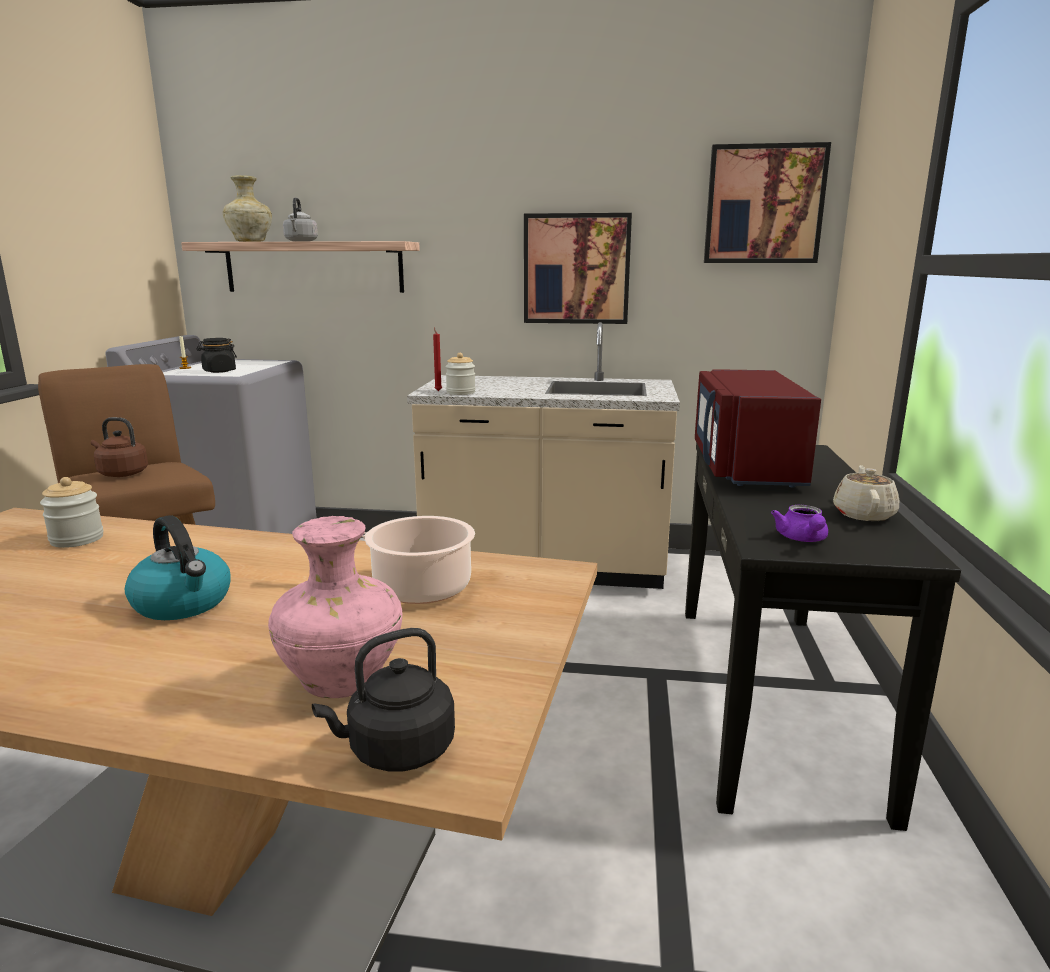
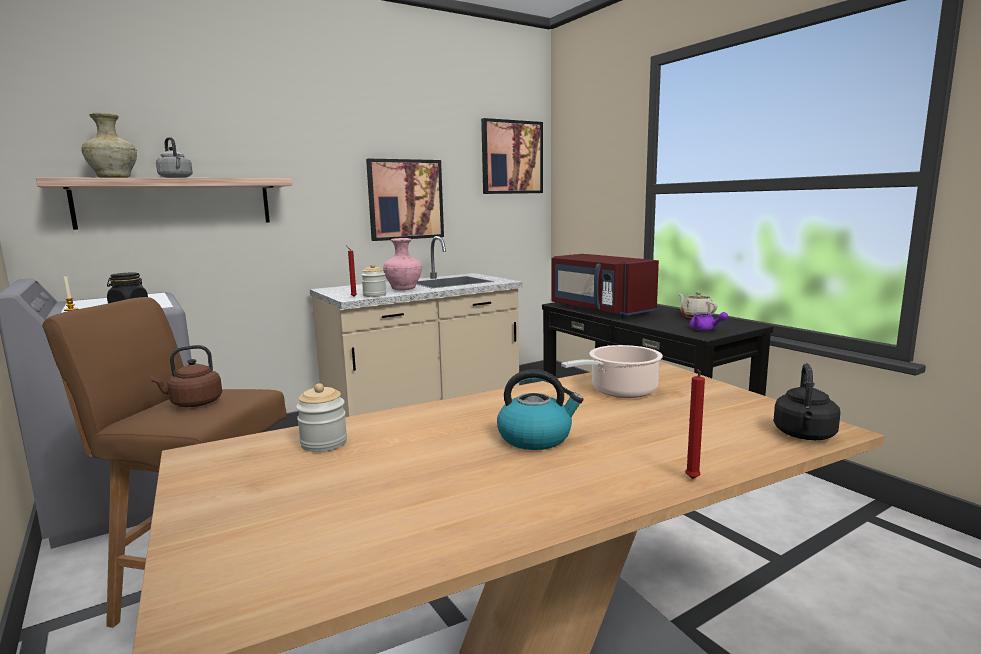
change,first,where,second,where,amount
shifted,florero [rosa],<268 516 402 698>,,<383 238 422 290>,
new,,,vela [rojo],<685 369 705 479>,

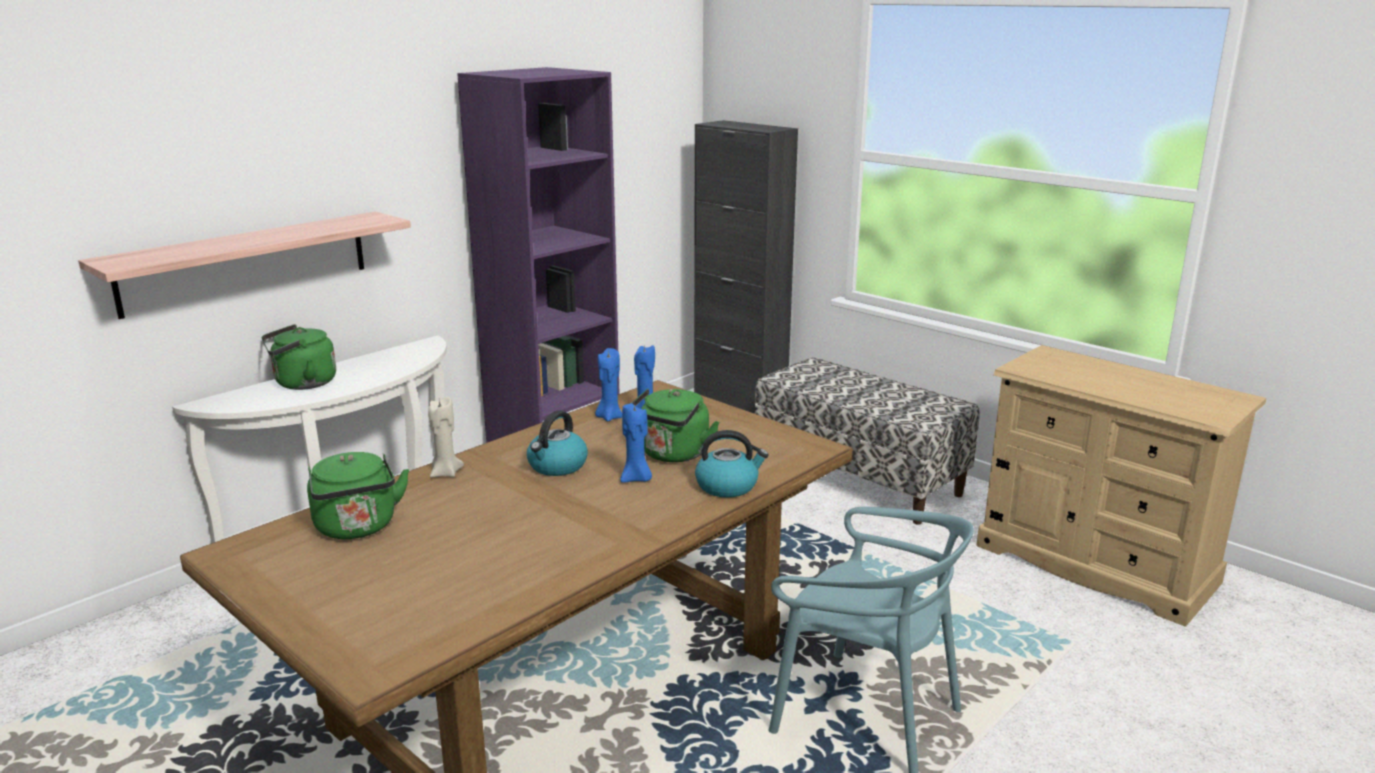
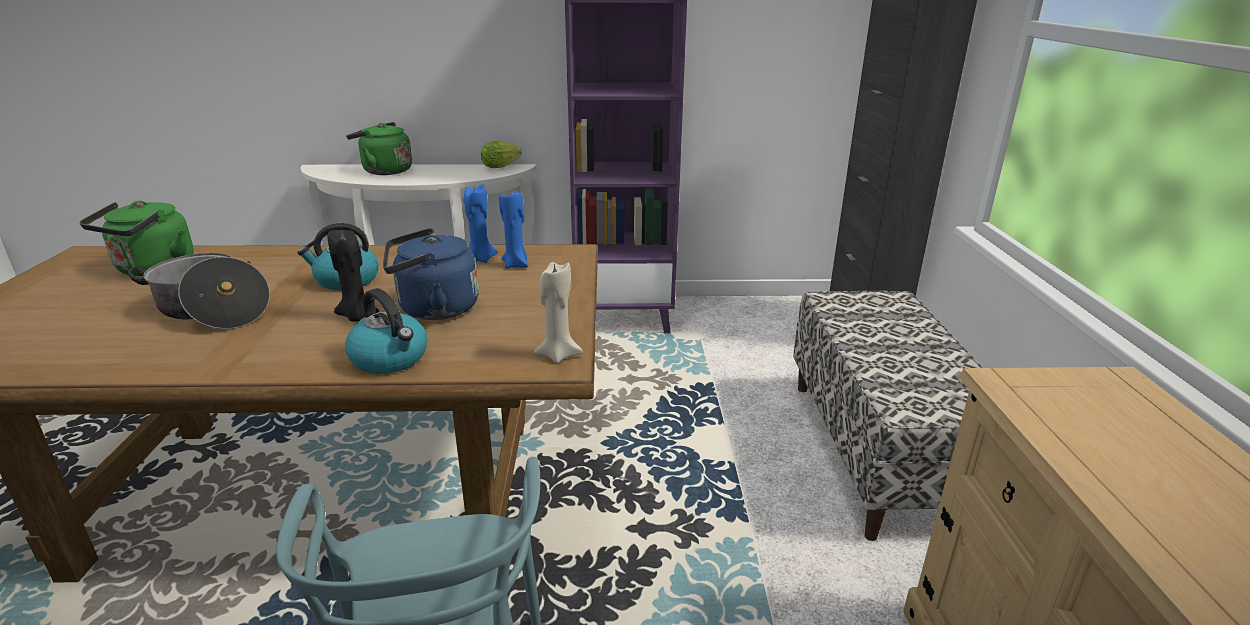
change,first,where,second,where,amount
gone,estante,<78 212 411 319>,,,
shifted,vela [beis],<428 397 464 478>,,<534 262 583 363>,
repainted,vela [azul],<620 403 652 483>,vela [negro],<327 229 379 322>,
repainted,hervidor [verde],<632 388 719 462>,hervidor [azul],<383 228 479 320>,
new,,,olla,<128 253 270 329>,
new,,,lechuga,<481 141 522 168>,

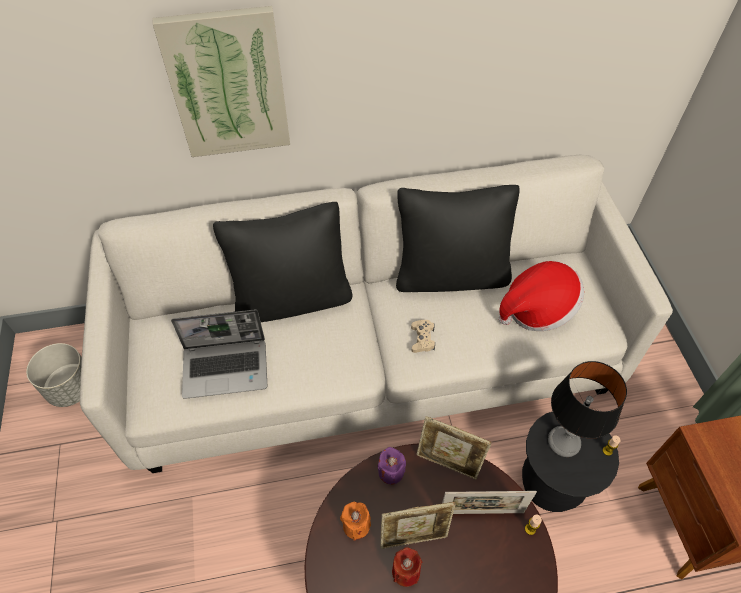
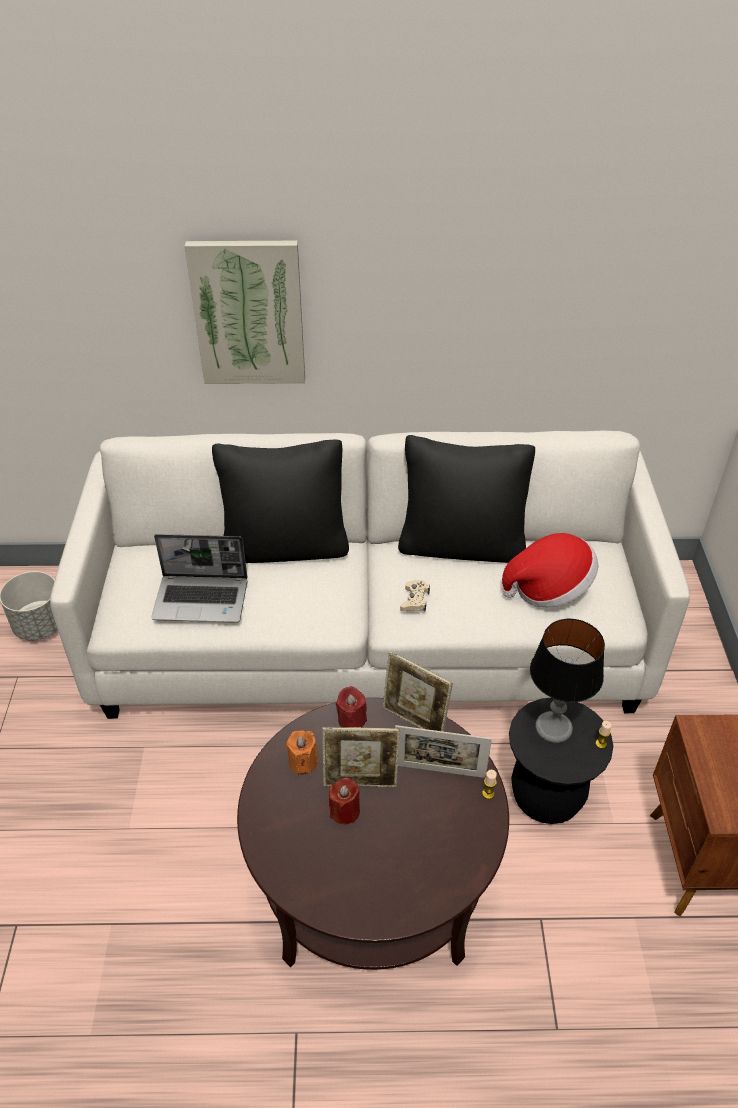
change,first,where,second,where,amount
repainted,vela [morado],<377 447 406 484>,vela [rojo],<336 686 367 728>,

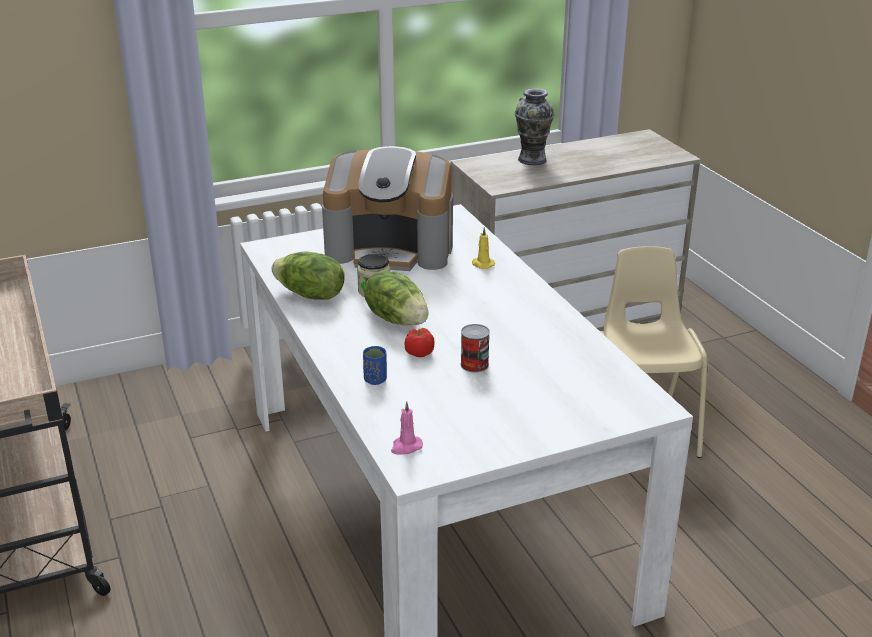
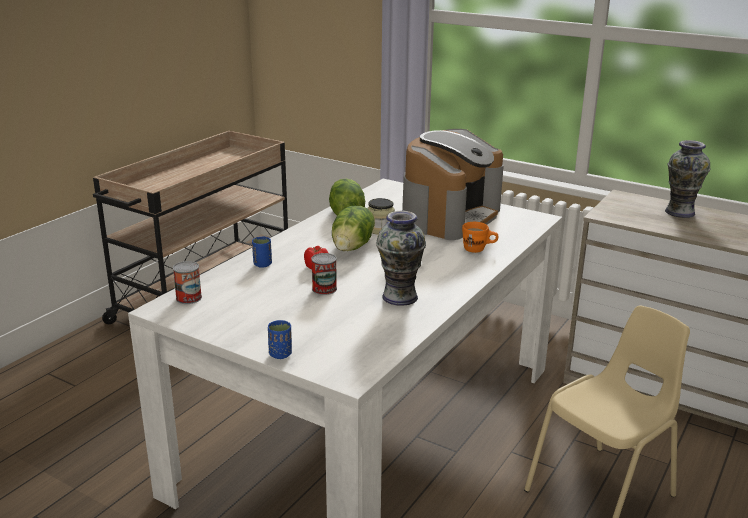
change,first,where,second,where,amount
rotated,cafetera,<322 146 453 271>,,<402 129 504 240>,120 degrees counterclockwise
swapped,vela [rosa],<391 401 423 455>,lata,<173 261 202 304>,
swapped,vela [amarillo],<472 227 495 269>,taza grande [naranja],<462 222 499 253>,
new,,,taza [azul],<268 320 292 359>,
new,,,florero,<376 211 426 306>,

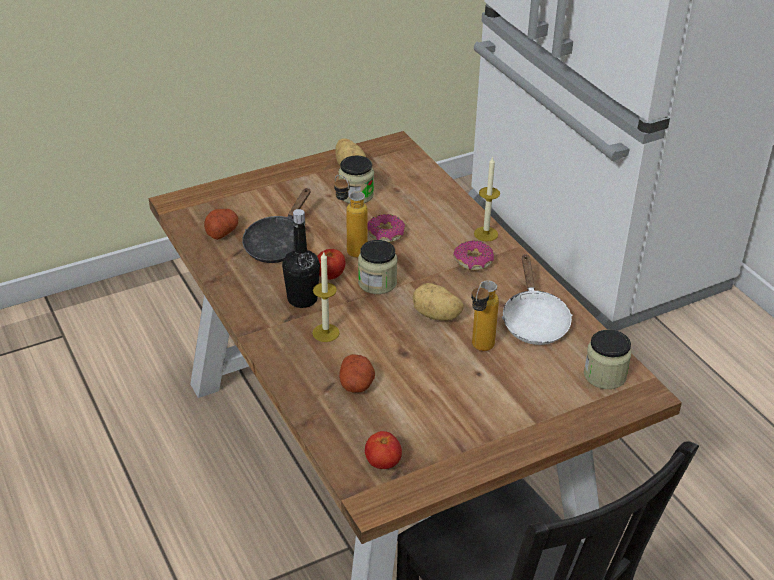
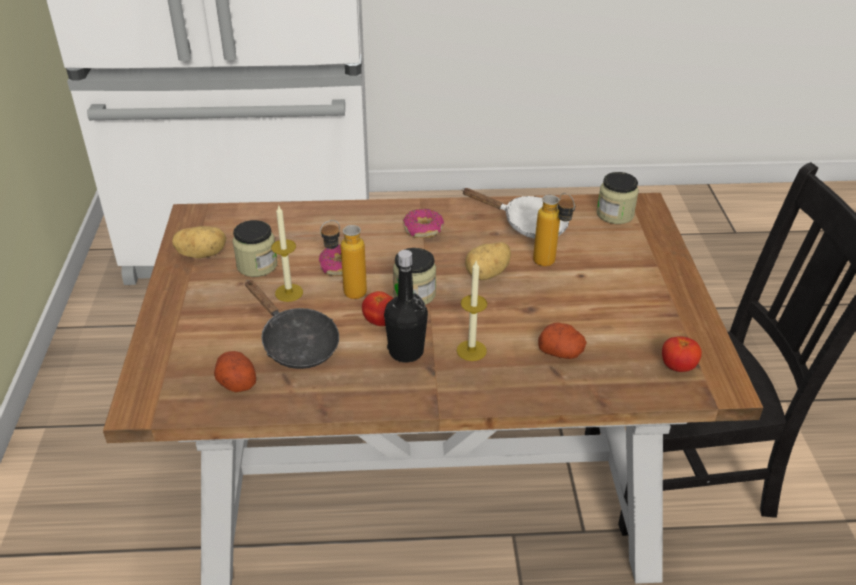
change,first,where,second,where,amount
shifted,vela,<474 156 500 241>,,<271 204 303 302>,

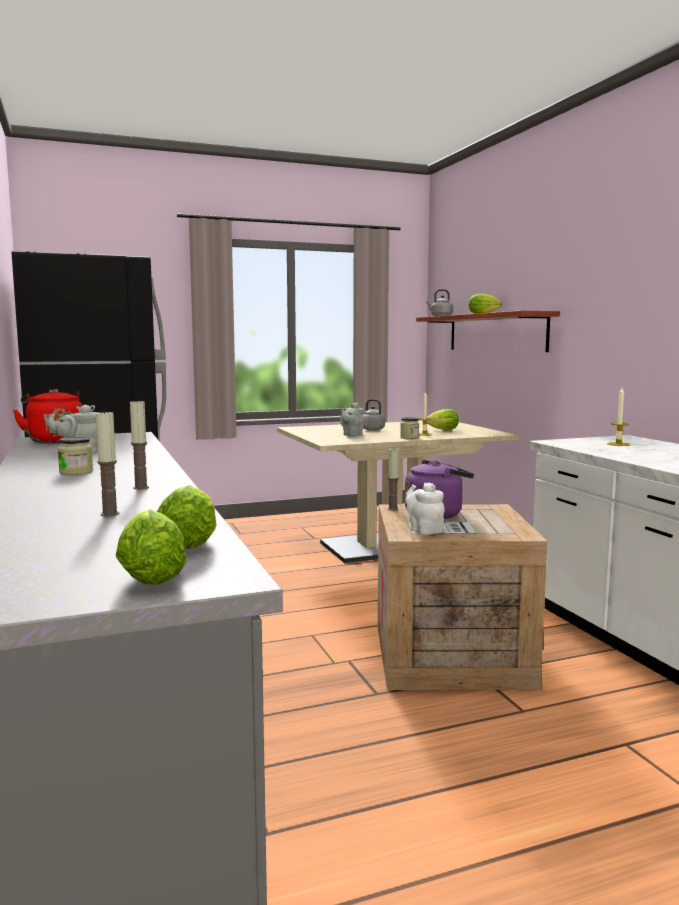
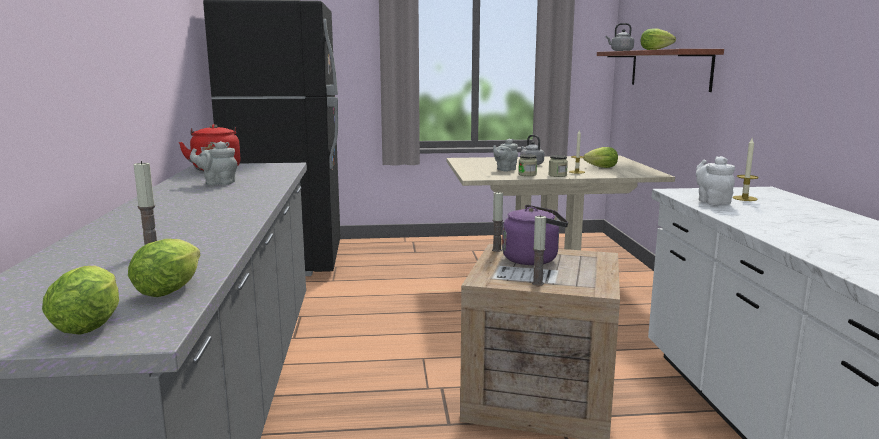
change,first,where,second,where,amount
shifted,tarro,<58 437 93 475>,,<518 154 537 176>,
shifted,vela,<130 399 149 490>,,<532 215 546 286>,
shifted,tetera [blanco],<406 483 445 535>,,<696 156 735 205>,

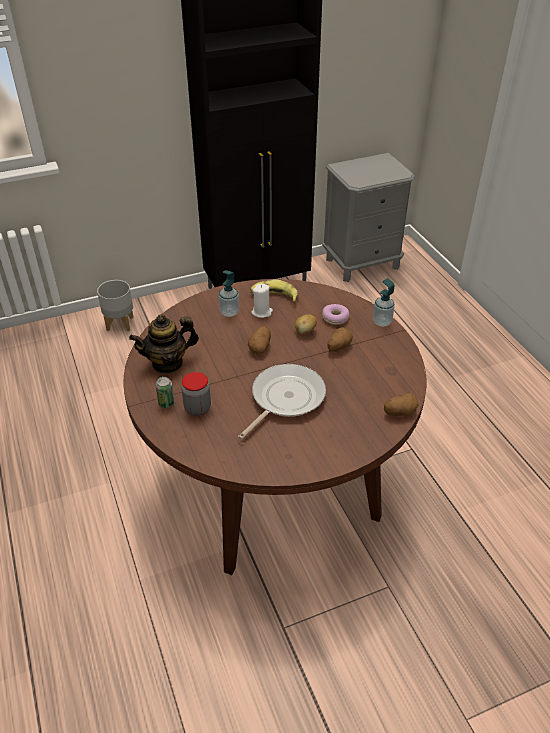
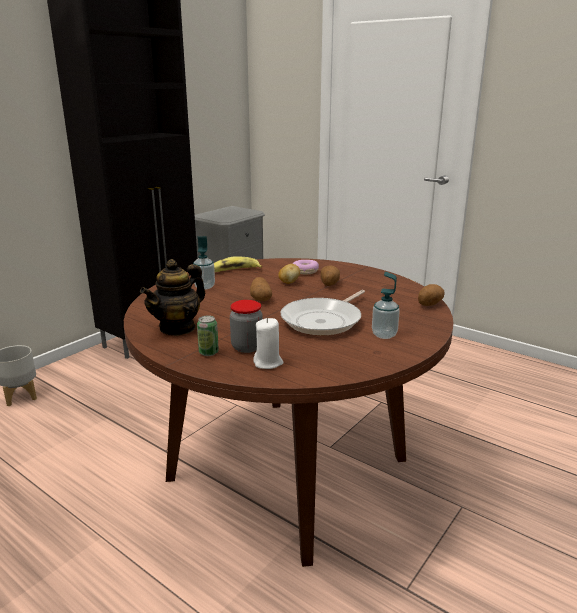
change,first,where,second,where,amount
rotated,sartén,<238 364 326 439>,,<281 290 365 336>,150 degrees counterclockwise
shifted,vela [blanco],<252 284 273 318>,,<253 318 283 369>,
shifted,dispensador de jabón,<373 278 395 327>,,<372 272 400 339>,

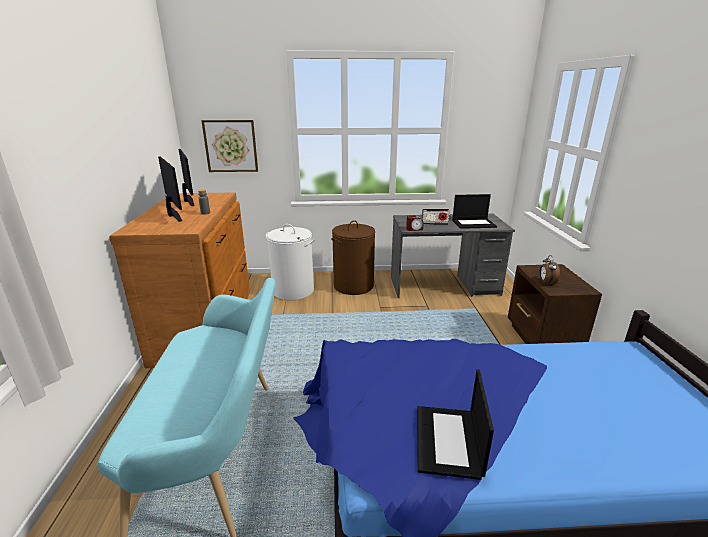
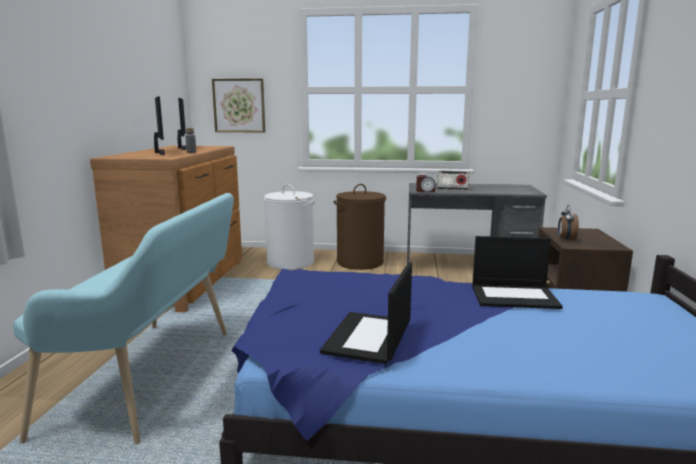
change,first,where,second,where,amount
shifted,portátil,<452 194 497 229>,,<472 236 563 309>,

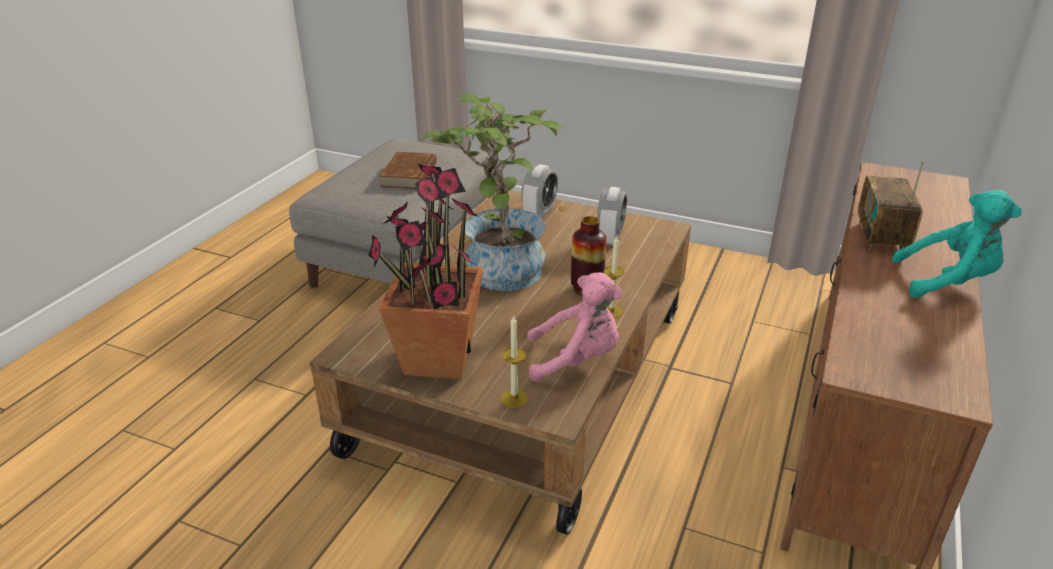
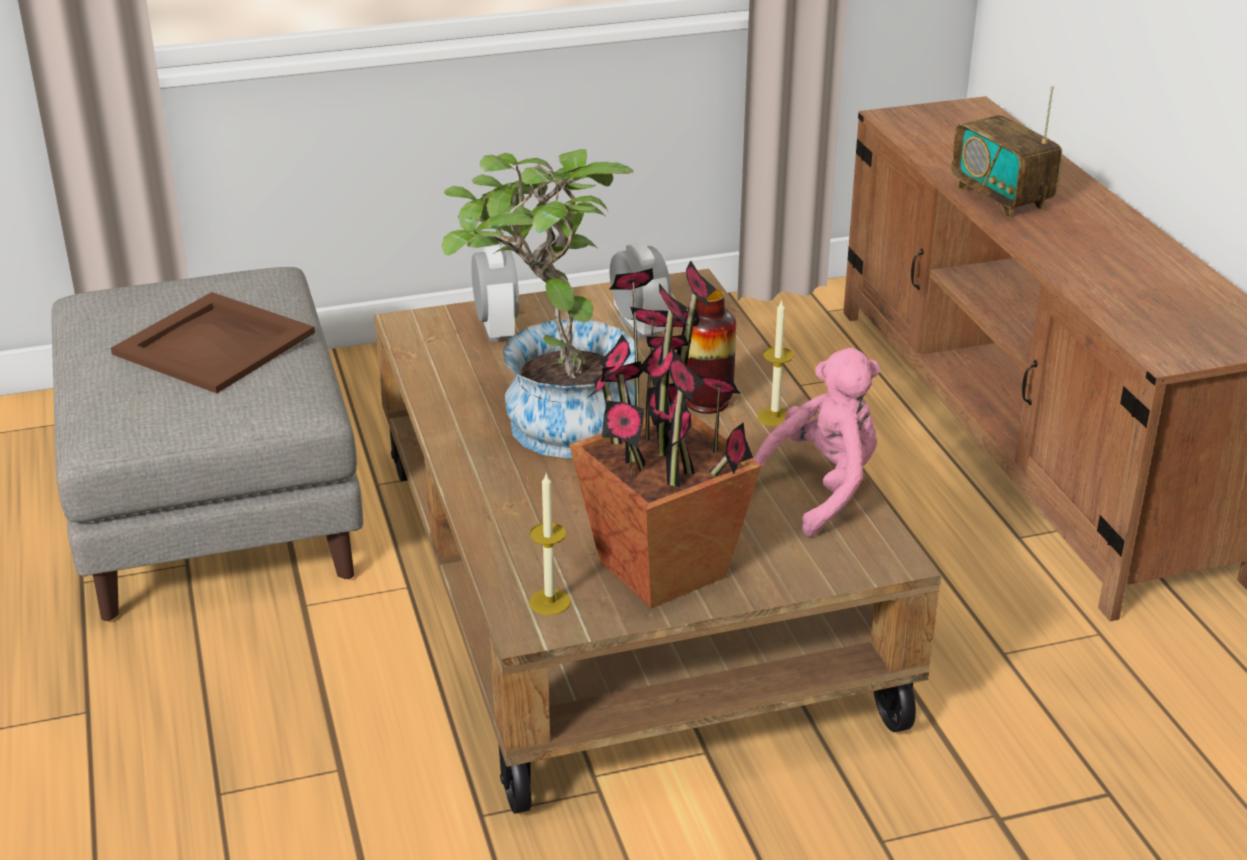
change,first,where,second,where,amount
swapped,libro [marrón],<379 152 437 189>,bandeja [marrón],<111 292 315 393>,
shifted,vela,<501 315 528 408>,,<529 473 571 615>,
gone,peluche [turquesa],<892 190 1022 298>,,,

